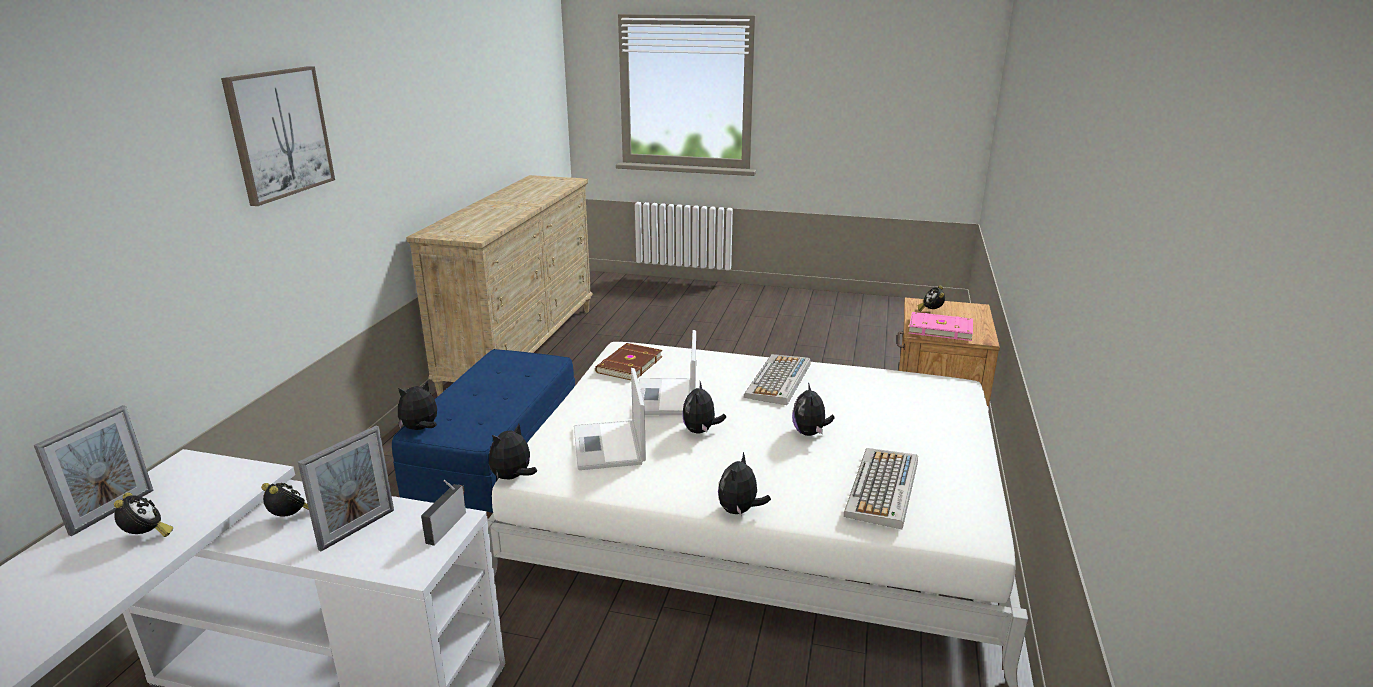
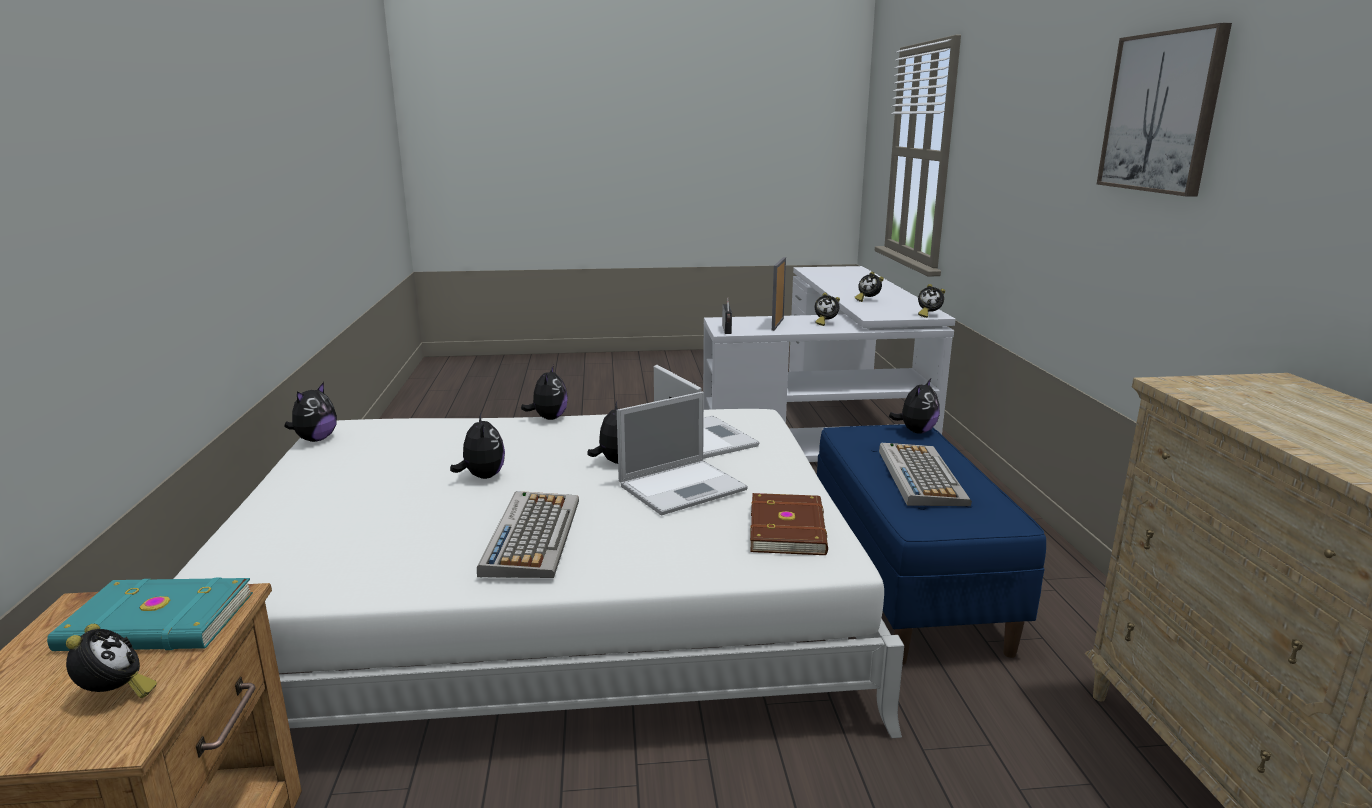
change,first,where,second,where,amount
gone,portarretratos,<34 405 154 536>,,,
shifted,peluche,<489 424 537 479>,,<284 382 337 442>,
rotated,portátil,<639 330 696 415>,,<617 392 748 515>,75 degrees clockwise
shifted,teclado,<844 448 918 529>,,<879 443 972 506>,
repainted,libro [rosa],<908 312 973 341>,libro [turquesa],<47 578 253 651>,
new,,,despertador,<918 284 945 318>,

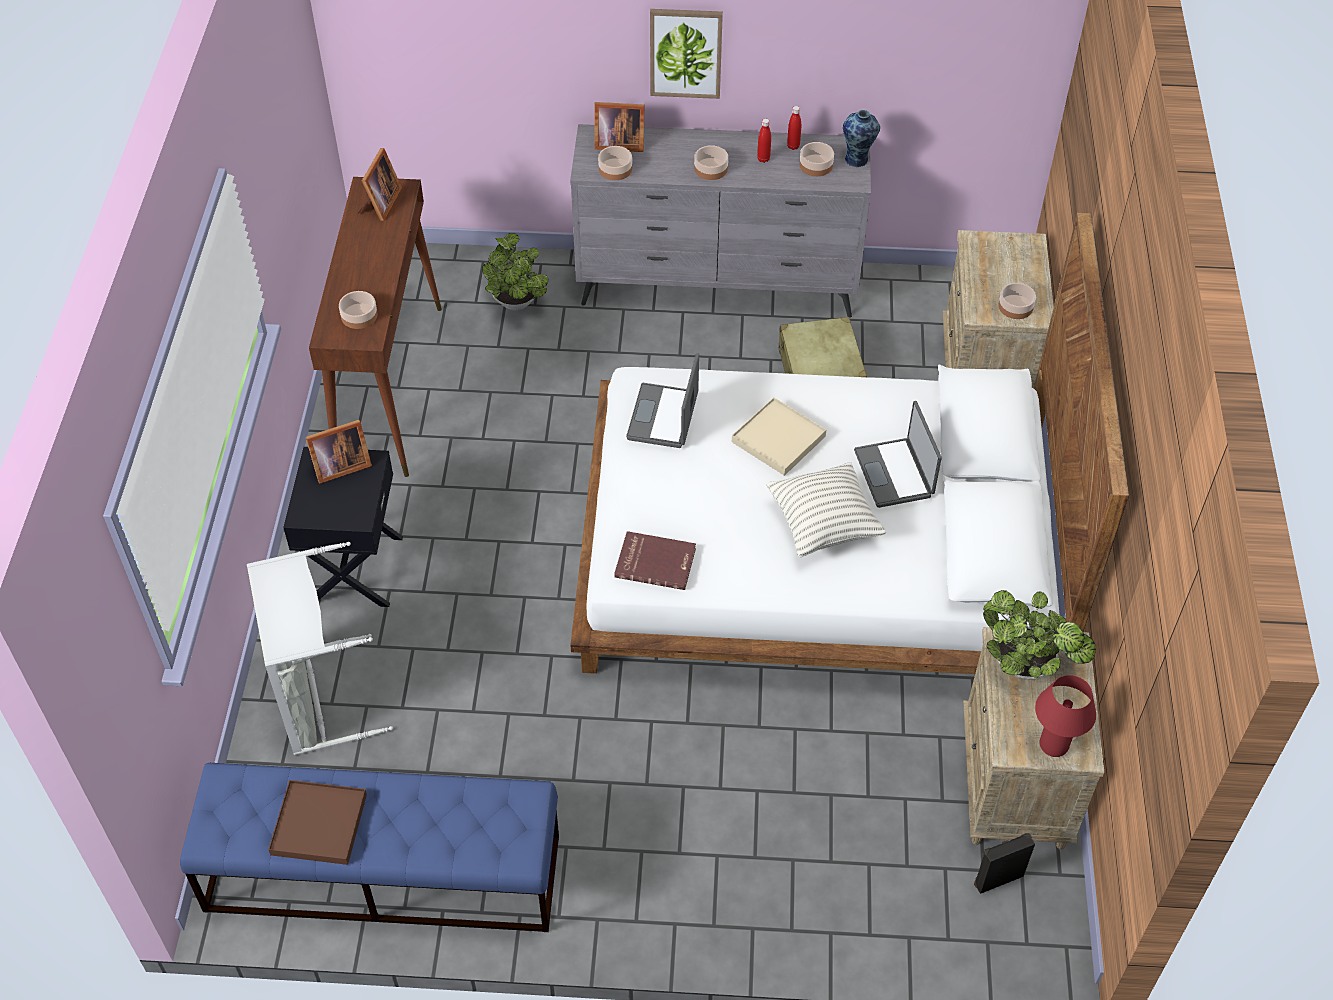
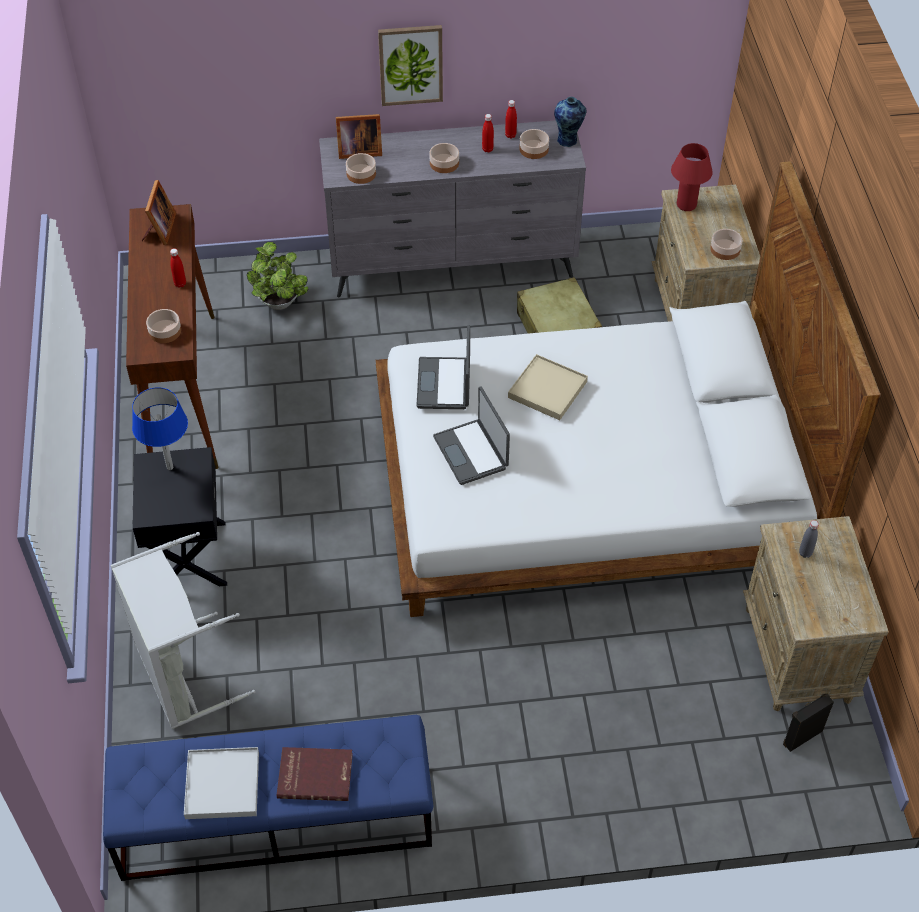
change,first,where,second,where,amount
repainted,bandeja [marrón],<268 780 367 865>,bandeja [blanco],<184 747 259 819>,
swapped,portarretratos,<306 420 372 484>,lámpara de mesa [azul],<132 387 188 470>,
shifted,libro [rojo],<614 531 696 590>,,<277 747 353 801>,
gone,cojín,<766 462 886 557>,,,
shifted,portátil,<854 401 942 508>,,<433 386 510 485>,
swapped,planta en maceta,<983 590 1096 679>,botella [gris],<799 520 819 558>,
shifted,lámpara de mesa [rojo],<1035 675 1096 757>,,<671 143 713 211>,
new,,,botella [rojo],<170 248 186 288>,

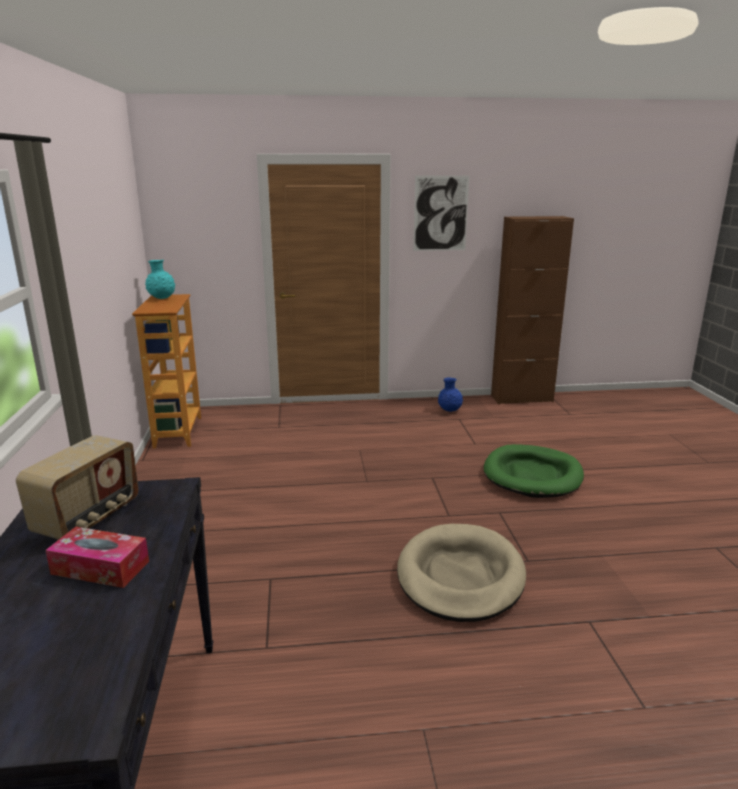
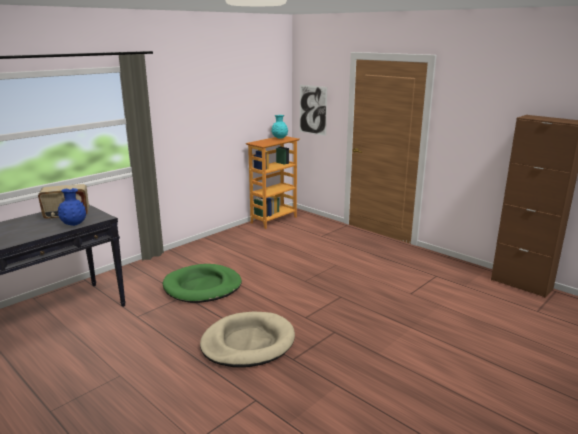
change,first,where,second,where,amount
gone,caja de pañuelos,<45 527 149 588>,,,
shifted,cuadro,<413 175 469 251>,,<300 85 327 136>,
shifted,florero [azul],<438 378 463 412>,,<58 188 86 226>,
shifted,cama para perro [verde],<484 444 584 498>,,<163 264 242 303>,

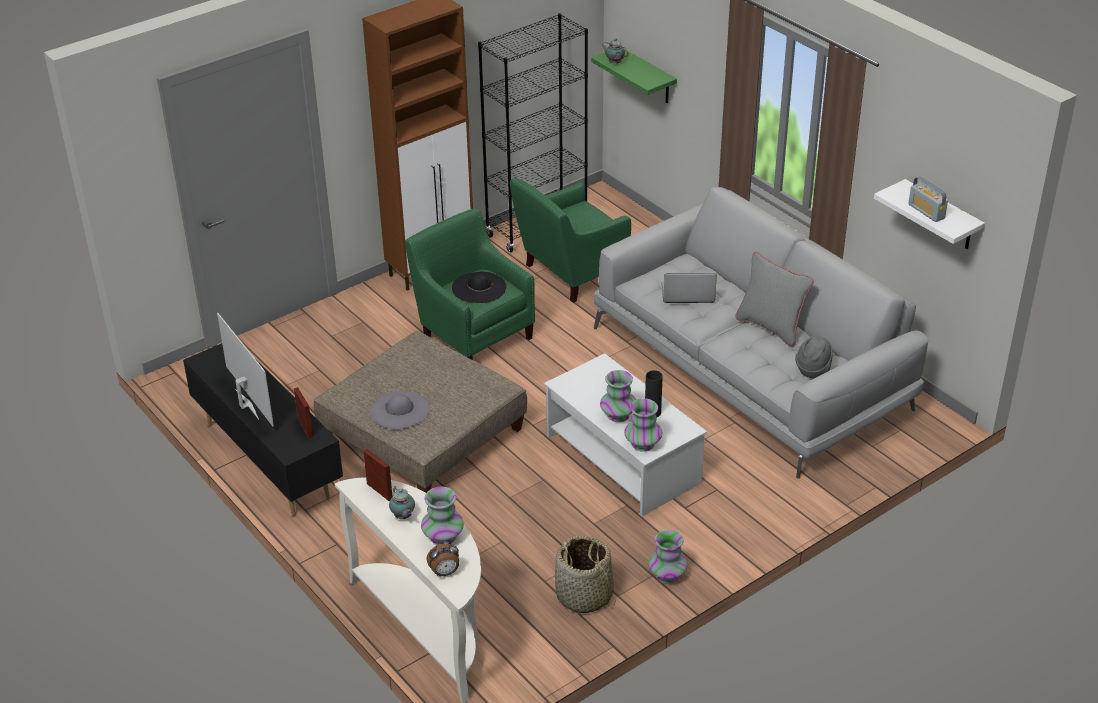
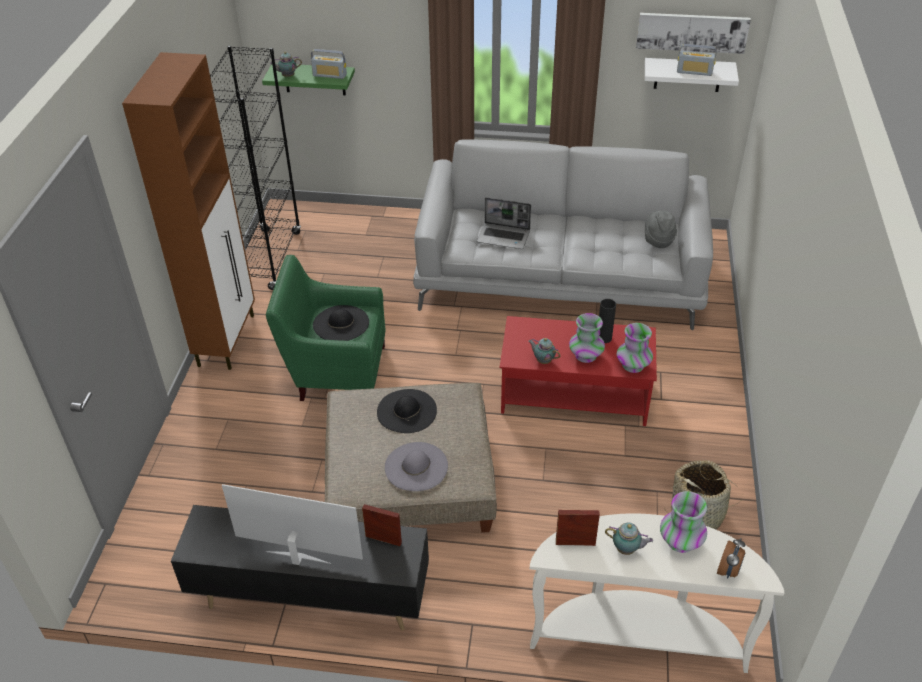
change,first,where,second,where,amount
gone,sillón [verde],<510 178 631 303>,,,
repainted,mesa de centro [blanco],<544 353 707 516>,mesa de centro [rojo],<500 316 657 426>,
gone,florero,<648 530 687 583>,,,
rotated,portátil,<662 273 717 303>,,<477 197 531 249>,120 degrees counterclockwise
gone,cojín [gris],<735 252 814 346>,,,
new,,,radio,<311 49 347 79>,
new,,,sombrero [negro],<377 389 437 433>,
new,,,tetera,<528 338 560 364>,
new,,,cuadro,<636 13 751 54>,

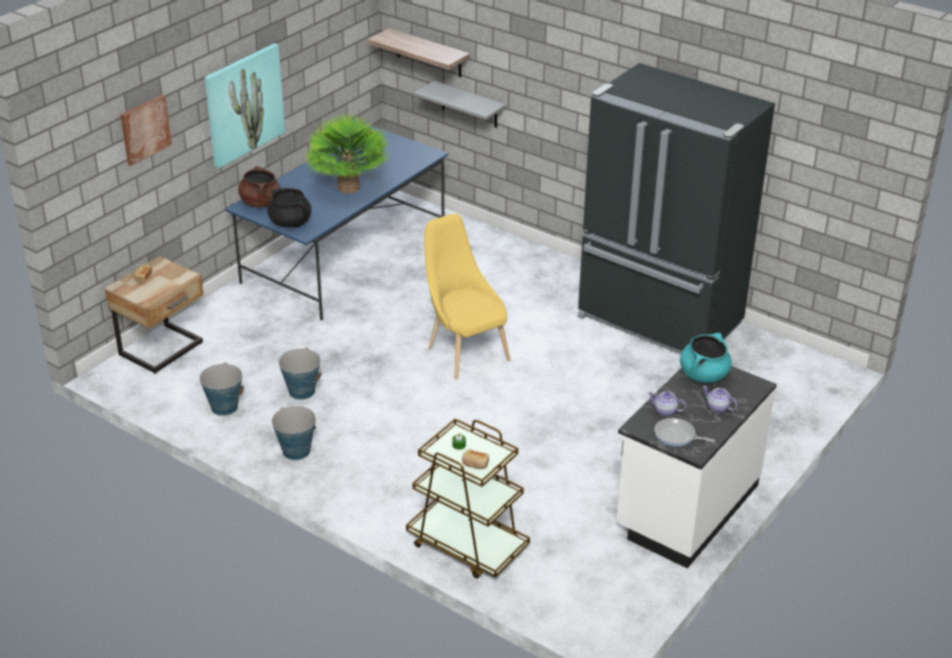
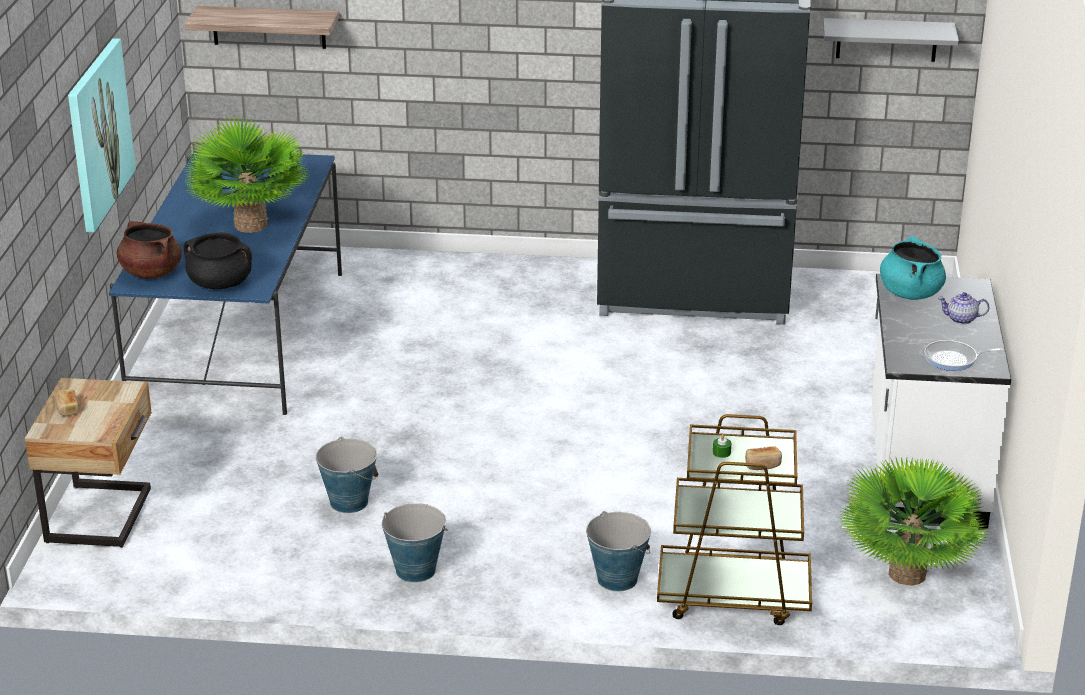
change,first,where,second,where,amount
gone,cuadro,<120 94 172 166>,,,
shifted,cubo,<199 362 244 416>,,<586 511 651 592>,
shifted,estante [gris],<414 81 506 128>,,<823 18 959 62>,
gone,silla [amarillo],<424 214 510 380>,,,
gone,tetera,<648 392 686 416>,,,
new,,,planta en maceta,<839 457 989 586>,

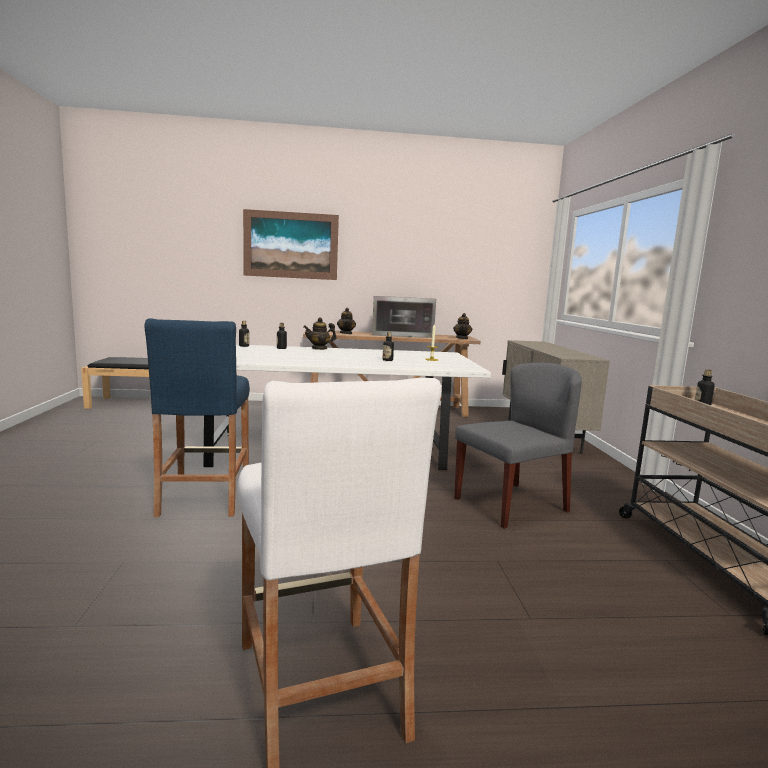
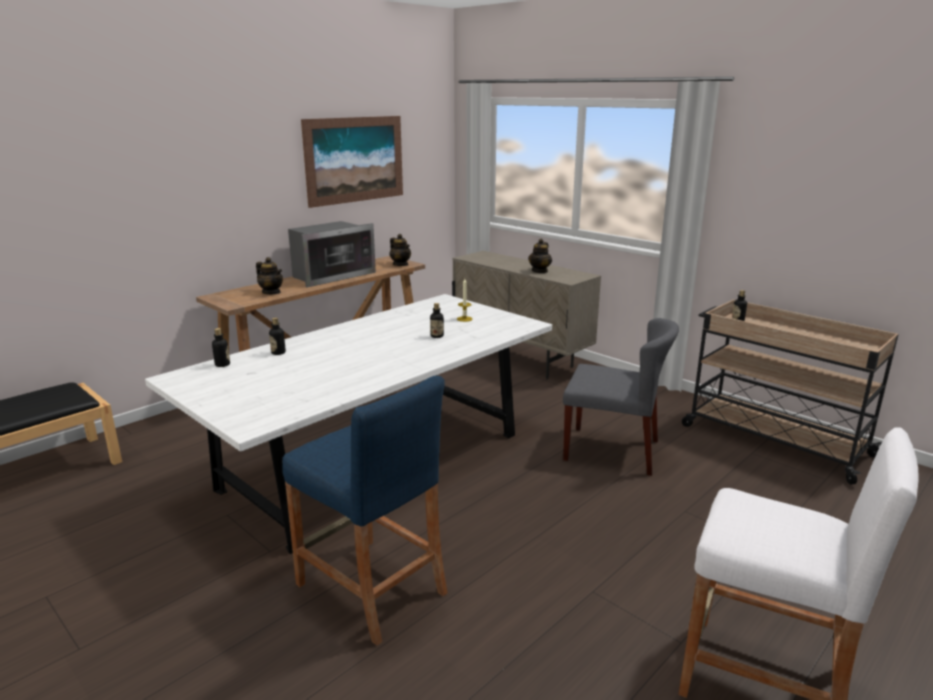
change,first,where,second,where,amount
shifted,cuadro,<243 209 339 280>,,<301 116 403 208>,
shifted,tetera,<304 317 337 350>,,<528 239 552 273>,
rotated,silla [gris],<454 363 582 529>,,<563 318 679 476>,90 degrees clockwise

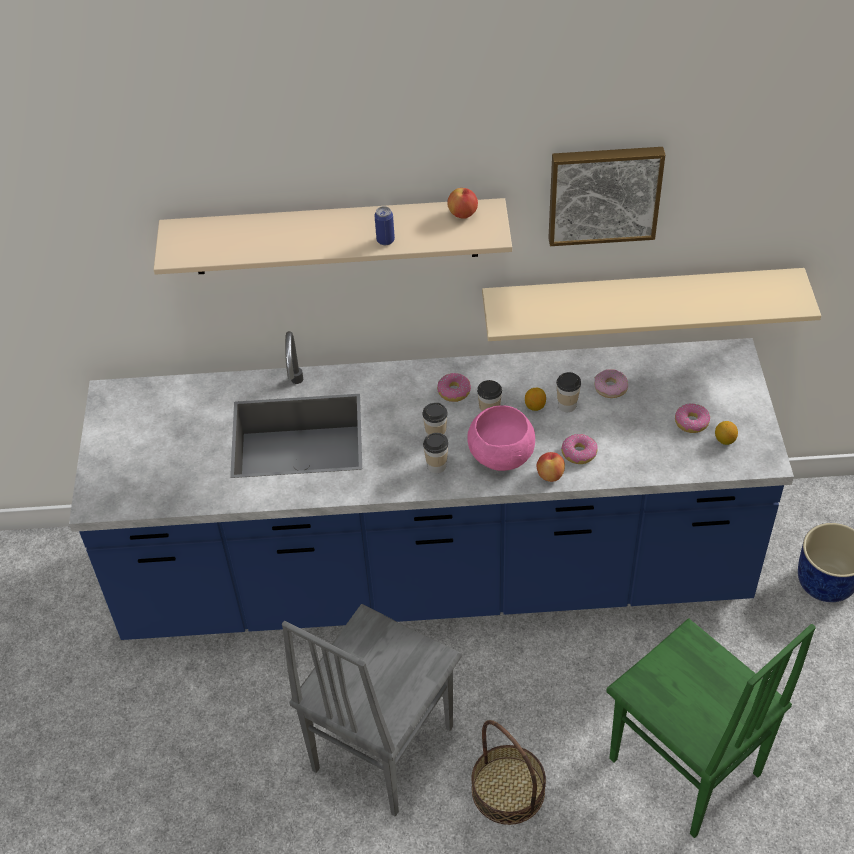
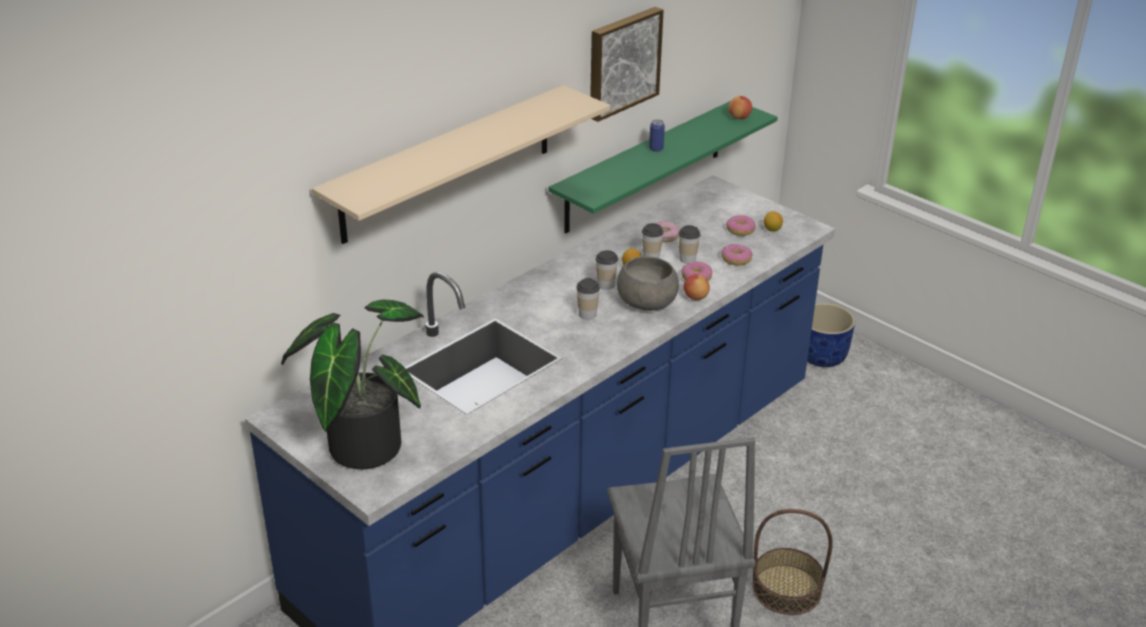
change,first,where,second,where,amount
shifted,lata,<375 206 395 245>,,<649 119 665 152>,
shifted,taza,<423 433 449 473>,,<679 225 701 264>,
shifted,rosquilla,<437 373 471 402>,,<722 244 753 266>,
shifted,manzana,<447 188 478 218>,,<728 96 752 119>,
repainted,cuenco [rosa],<467 405 535 471>,cuenco [gris],<617 257 679 311>,
repainted,estante [beis],<482 268 821 341>,estante [verde],<548 101 778 233>,
gone,silla [verde],<606 618 816 838>,,,
new,,,planta en maceta,<281 299 424 469>,

